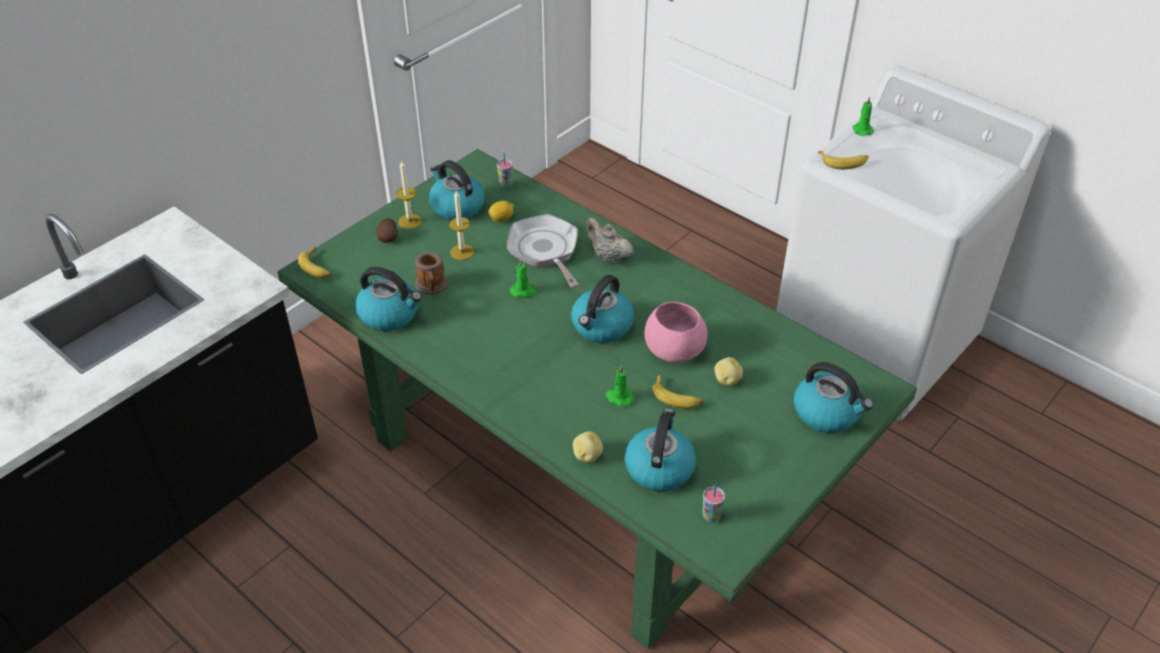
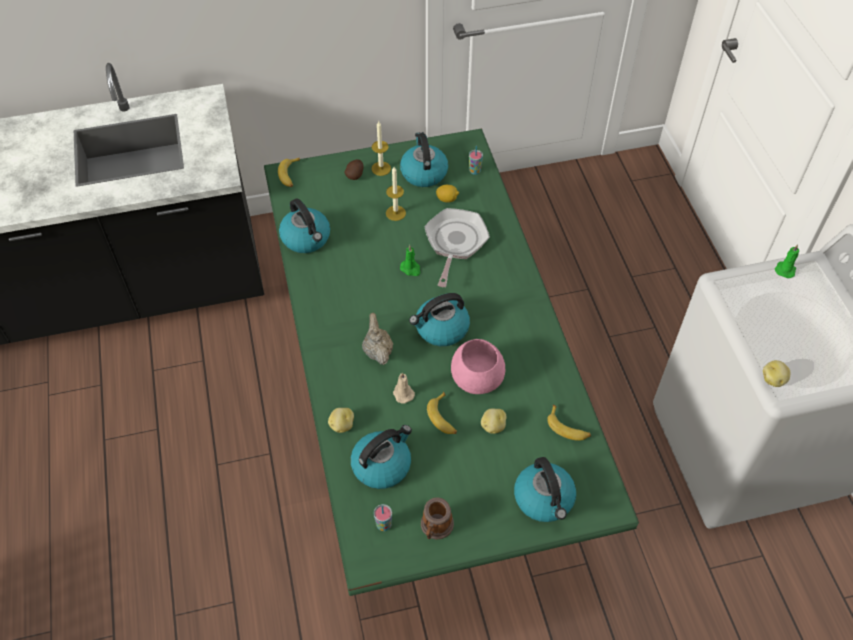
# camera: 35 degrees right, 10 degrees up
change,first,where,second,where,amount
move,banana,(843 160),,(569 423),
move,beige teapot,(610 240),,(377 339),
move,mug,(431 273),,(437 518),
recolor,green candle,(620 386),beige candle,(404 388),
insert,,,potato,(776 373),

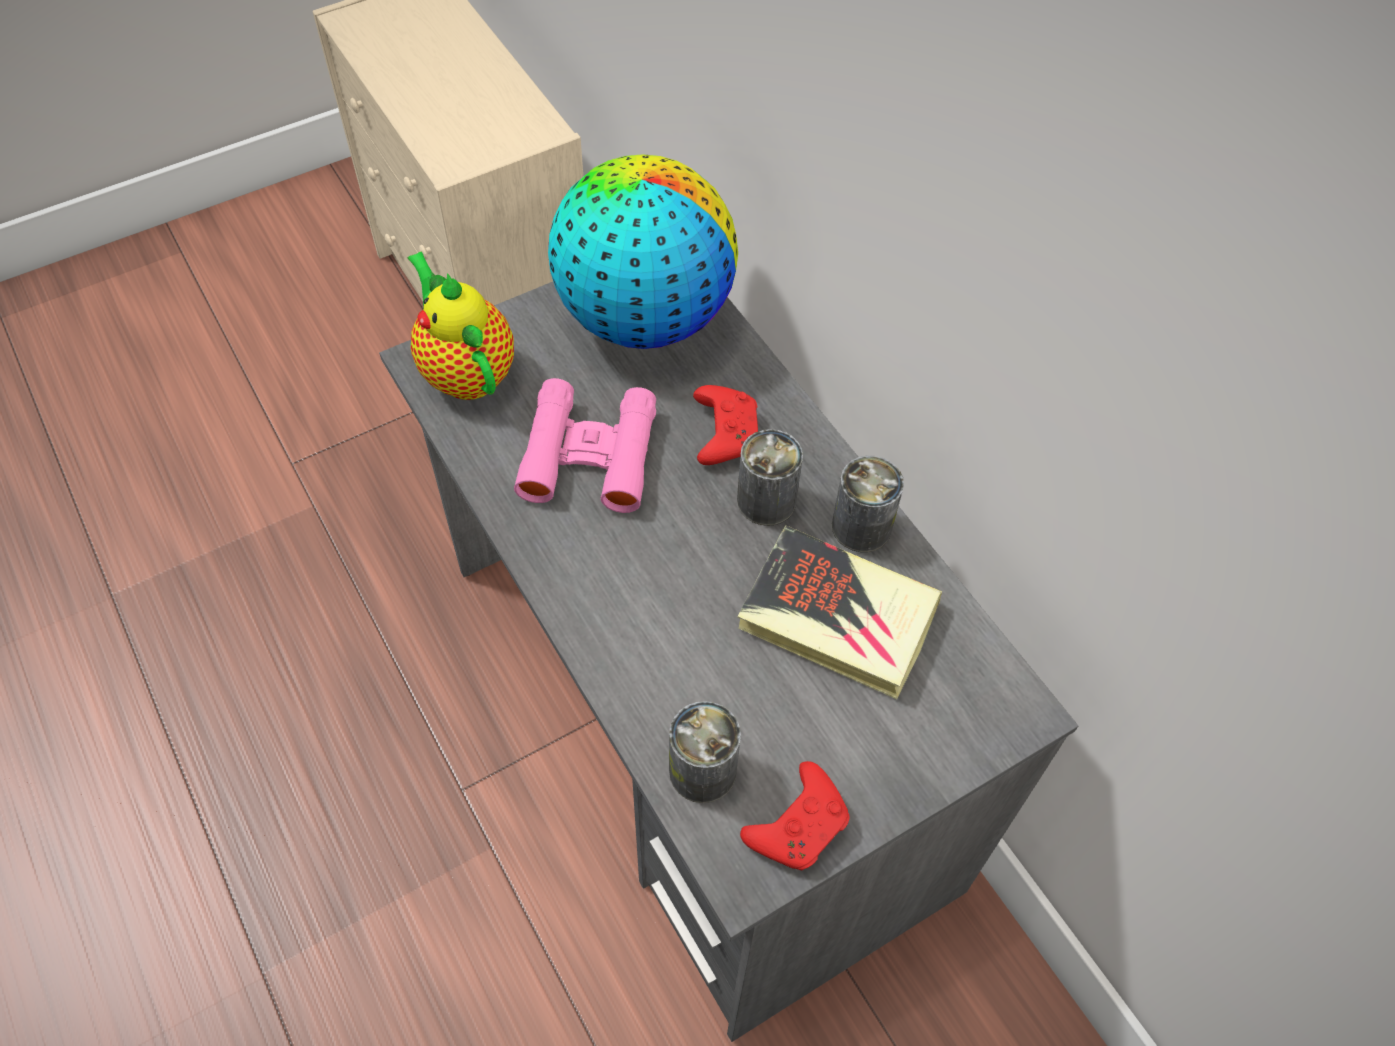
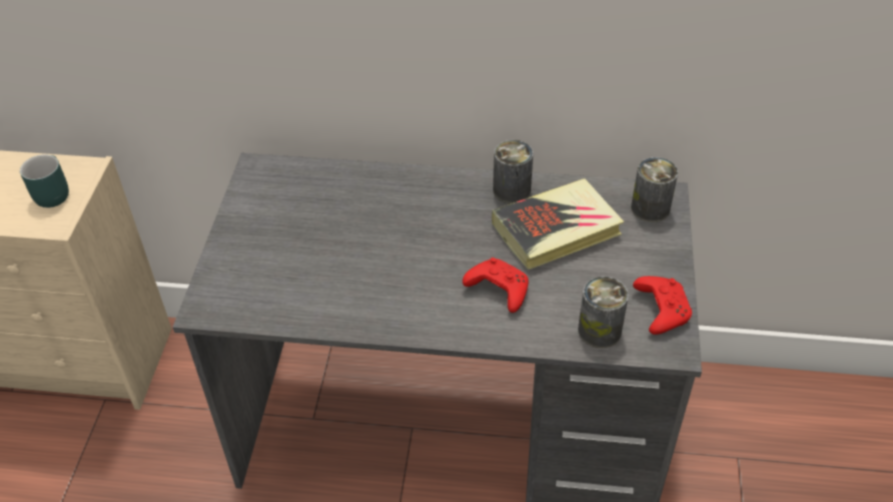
# camera: 50 degrees left, 10 degrees down
change,first,where,second,where,amount
delete,globe,(643 251),,,
delete,teapot,(461 326),,,
delete,pink binoculars,(585 445),,,
move,red game controller,(725 425),,(495 285),
move,can,(770 477),,(654 189),
insert,,,turquoise mug,(44 181),

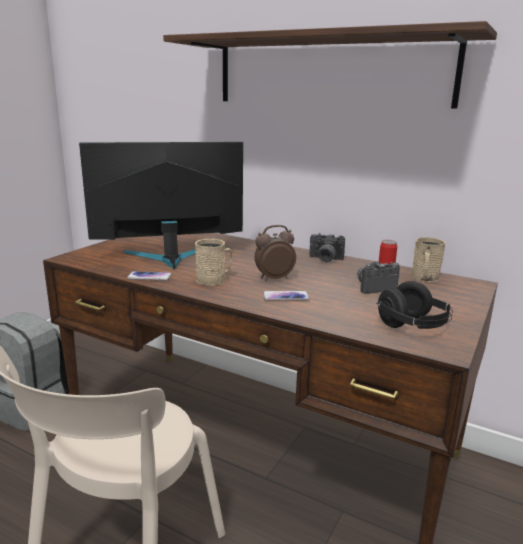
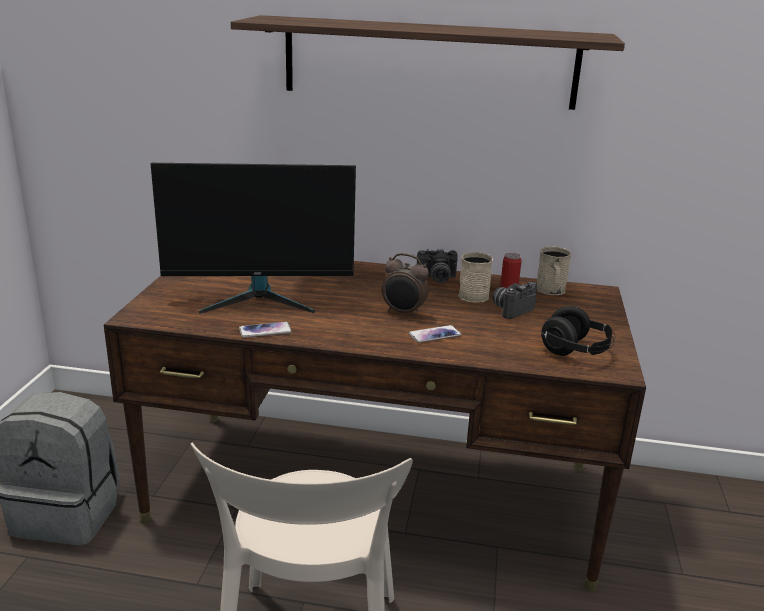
# camera: 20 degrees left, 5 degrees up
change,first,where,second,where,amount
rotate,monitor,(161 205),,(253 238),150 degrees counterclockwise
rotate,alarm clock,(275 253),,(405 285),120 degrees counterclockwise
move,beige mug,(214 262),,(475 277),

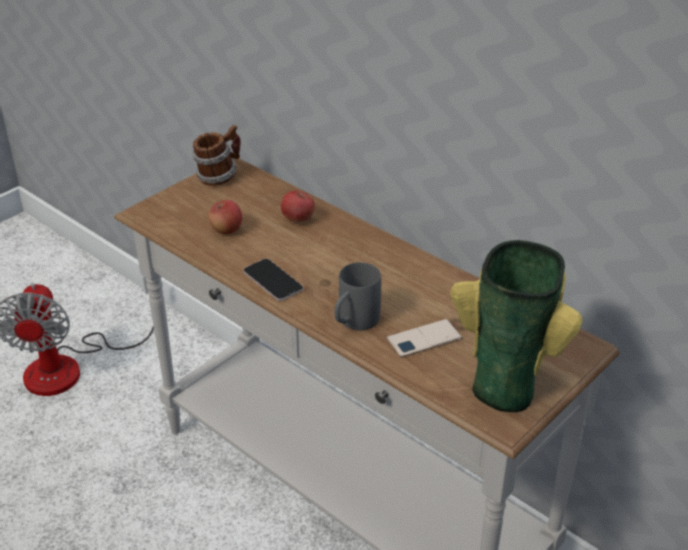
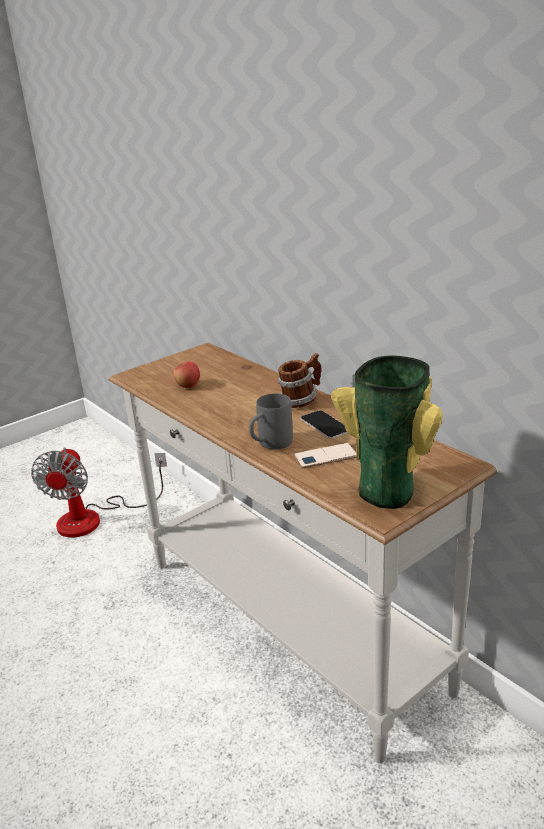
# camera: 10 degrees right, 10 degrees down
change,first,where,second,where,amount
move,mug,(217 155),,(300 380),
delete,apple,(298 206),,,
move,phone,(273 280),,(324 424),

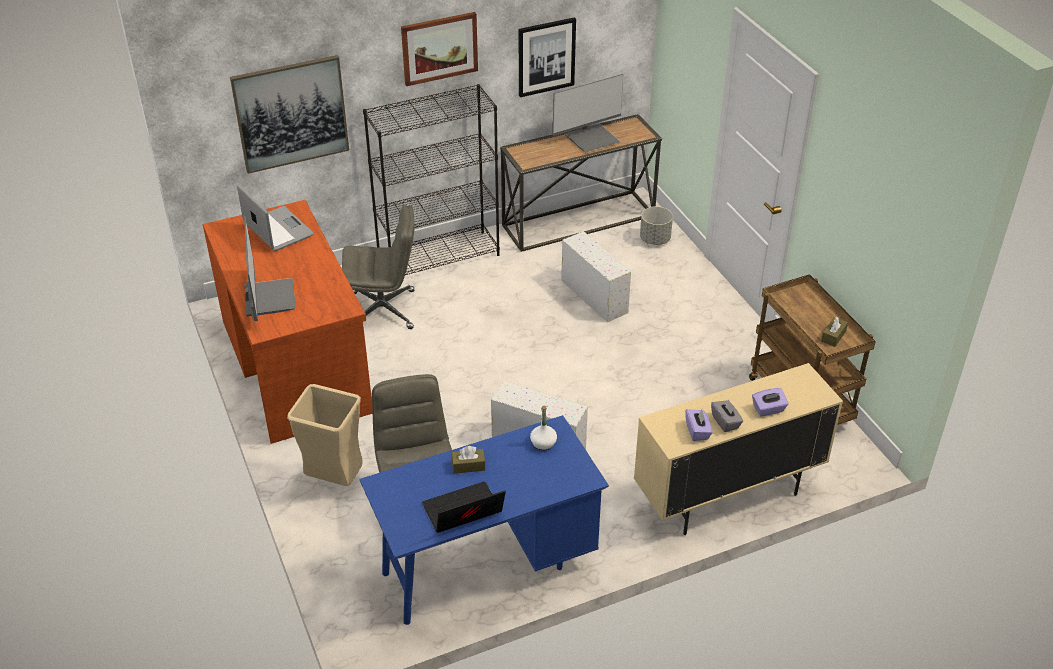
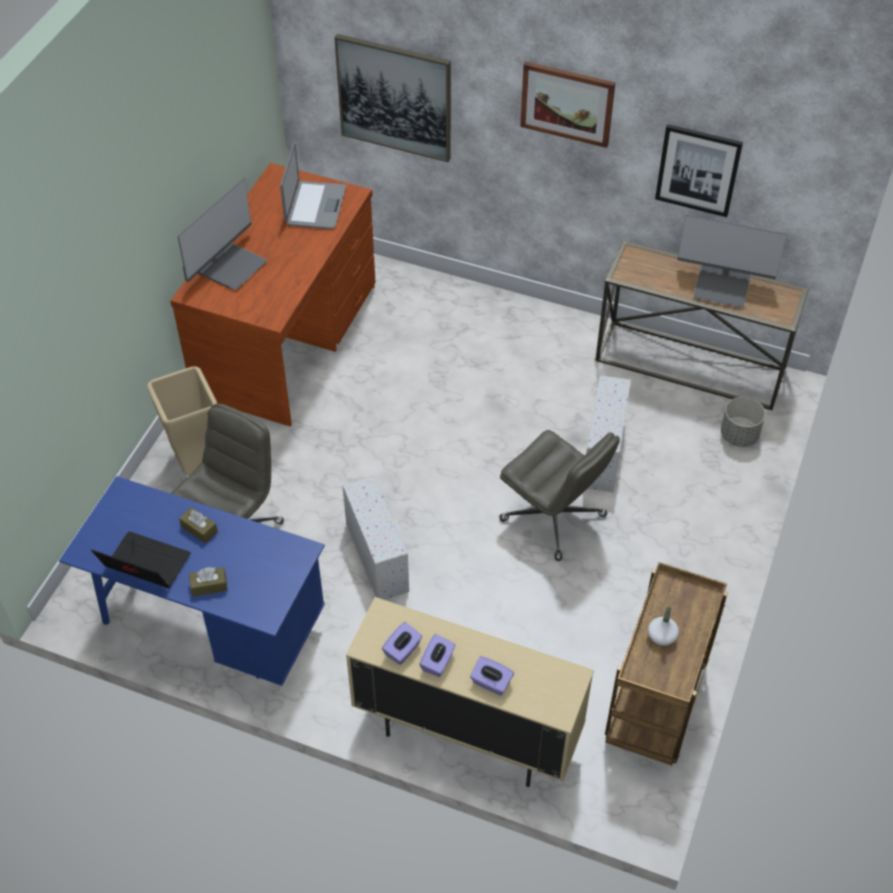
# camera: 45 degrees right, 10 degrees up
change,first,where,second,where,amount
delete,black bookcase,(431 179),,,
move,grey office chair,(378 267),,(559 495),
move,brown tissue box,(834 331),,(208 582),
recolor,grey tissue box,(727 415),purple tissue box,(437 655),
move,white bottle,(543 428),,(663 624),

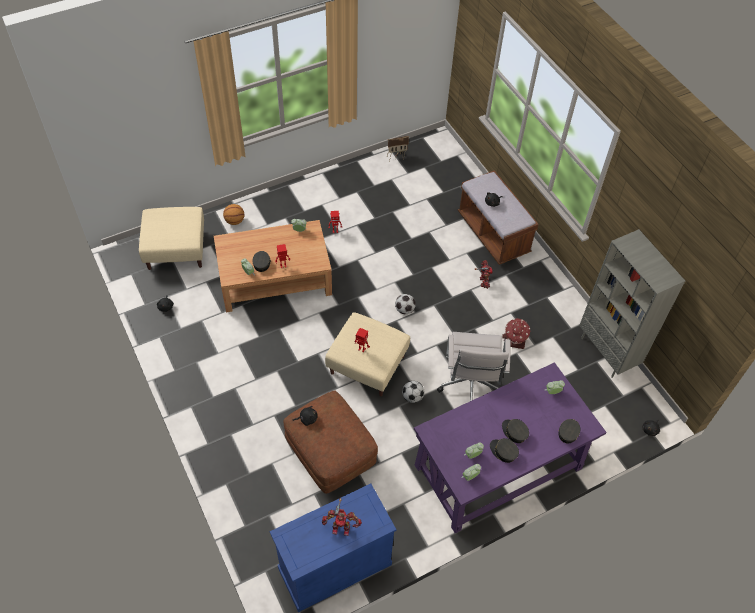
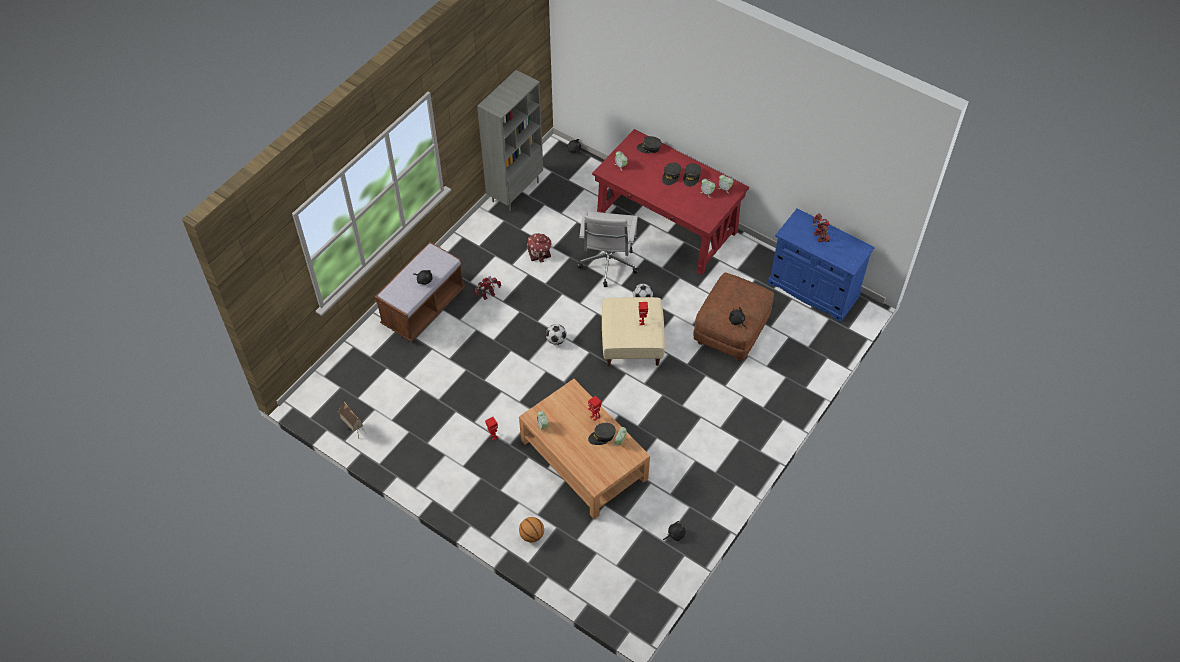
# camera: 115 degrees left, 0 degrees up
change,first,where,second,where,amount
delete,beige ottoman,(171 238),,,
rotate,white office chair,(474 366),,(607 249),120 degrees clockwise
recolor,purple desk,(510 447),red desk,(670 202),

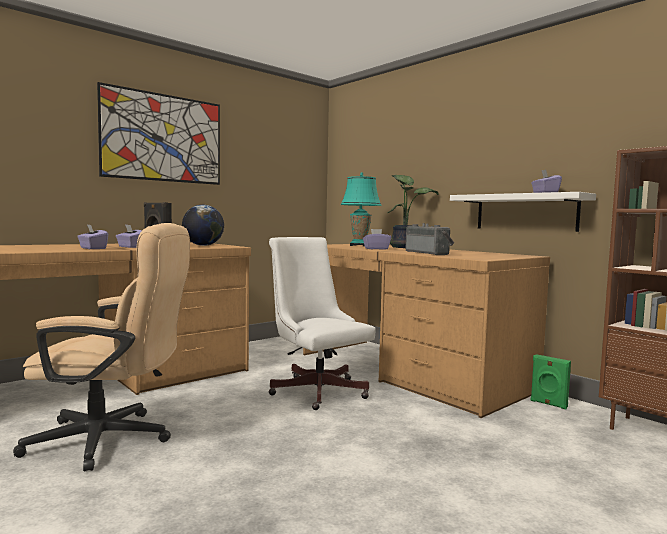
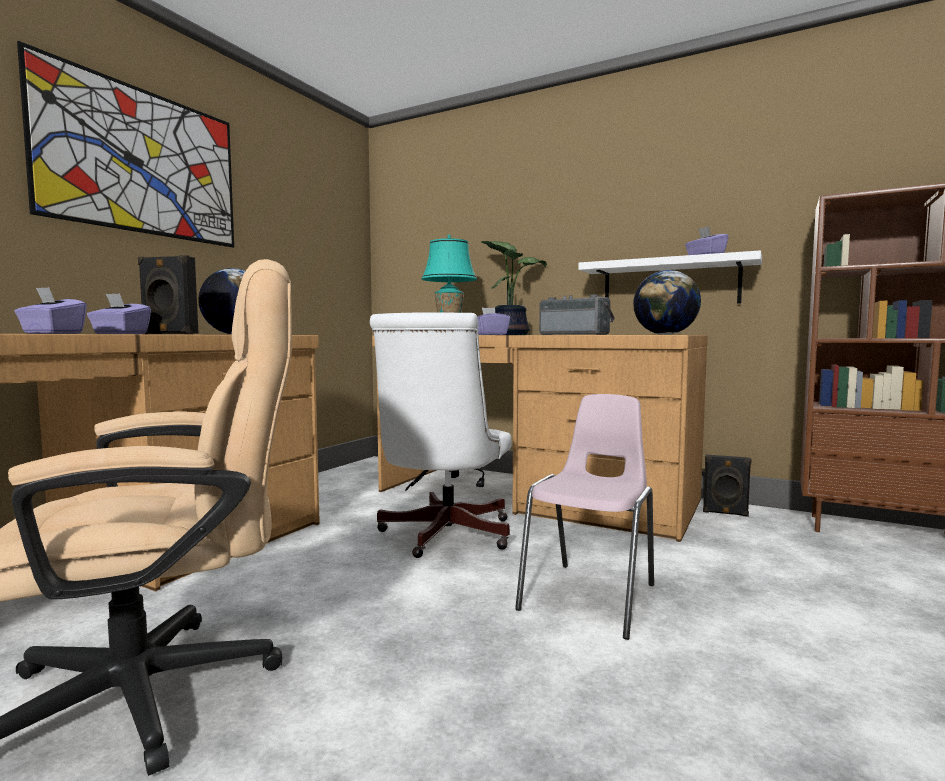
# camera: 20 degrees left, 0 degrees up
change,first,where,second,where,amount
rotate,white office chair,(322 323),,(440 435),105 degrees counterclockwise
recolor,green speaker,(550 381),black speaker,(727 485),
insert,,,globe,(667 302),
insert,,,pink chair,(584 517),

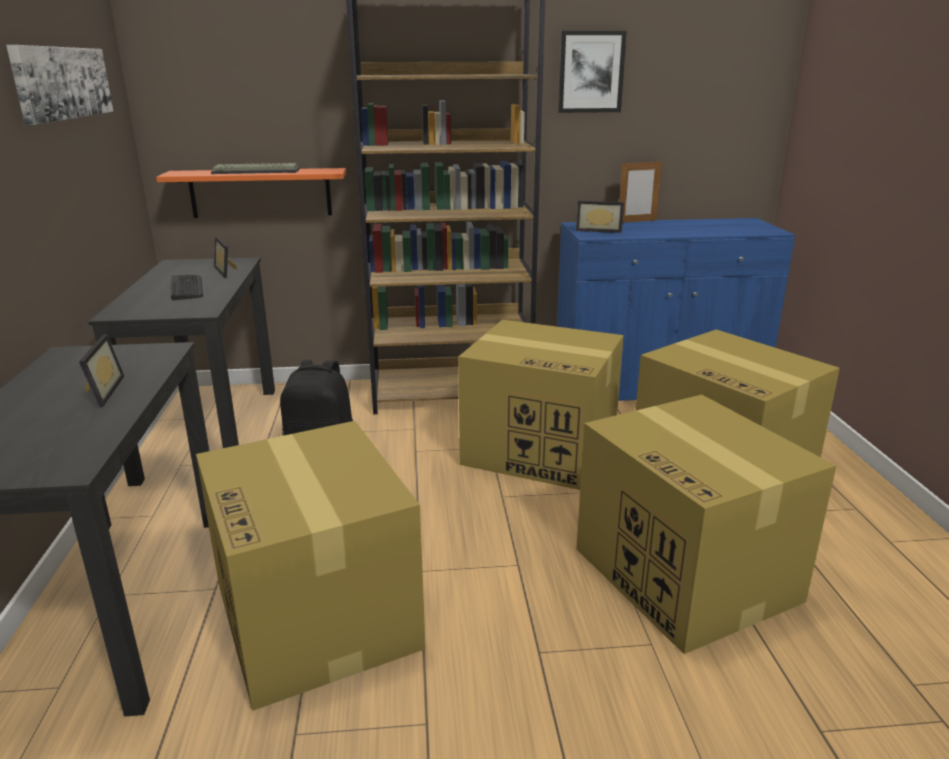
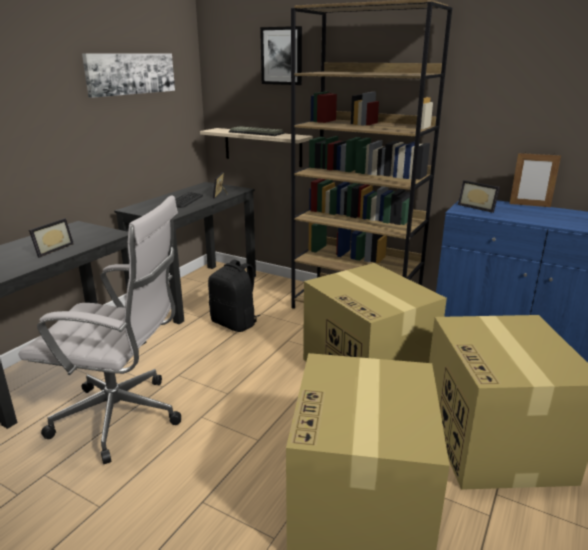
# camera: 35 degrees right, 0 degrees up
change,first,where,second,where,amount
move,picture,(592 72),,(281 55),
recolor,orange shelf,(251 193),beige shelf,(256 147),
replace,cardboard box,(311 566),white office chair,(100 329),

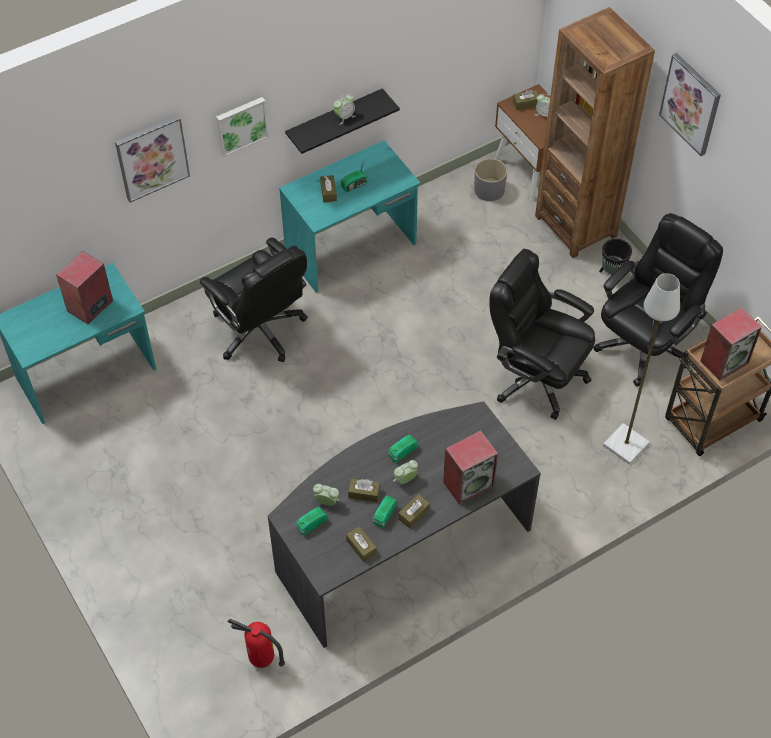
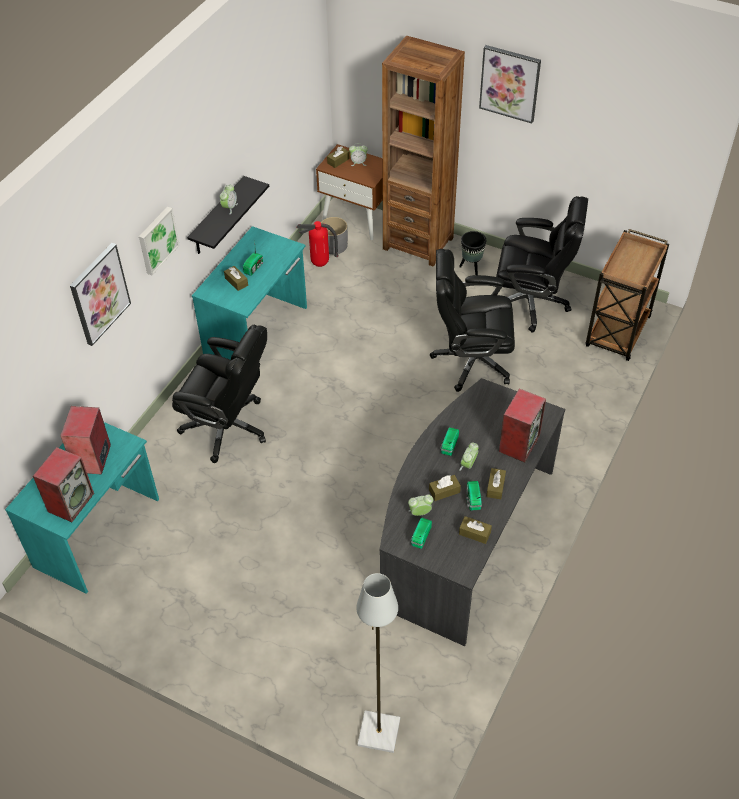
# camera: 30 degrees left, 5 degrees down
change,first,where,second,where,amount
rotate,black office chair,(658 299),,(542 264),90 degrees clockwise
move,grey floor lamp,(641 369),,(378 663),
move,speaker,(731 344),,(63 484),
move,fire extinguisher,(256 643),,(318 244),

